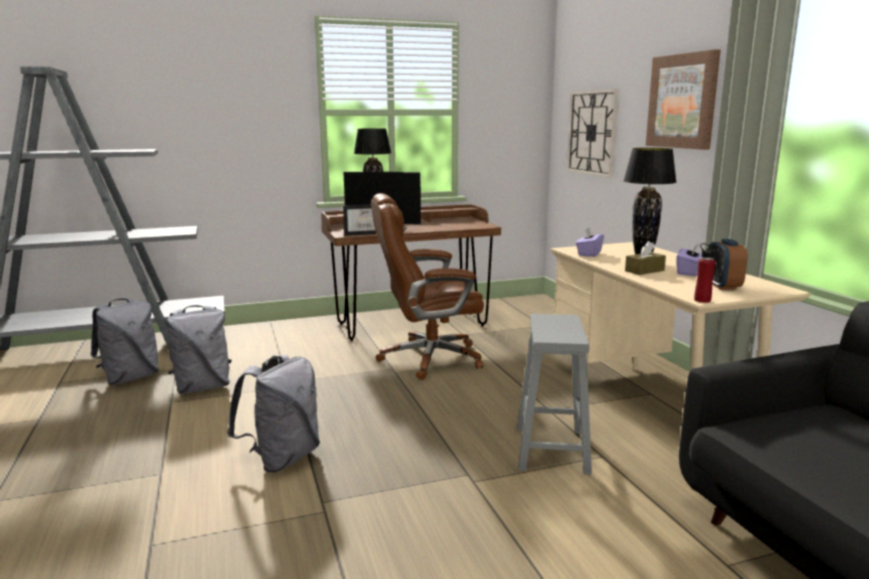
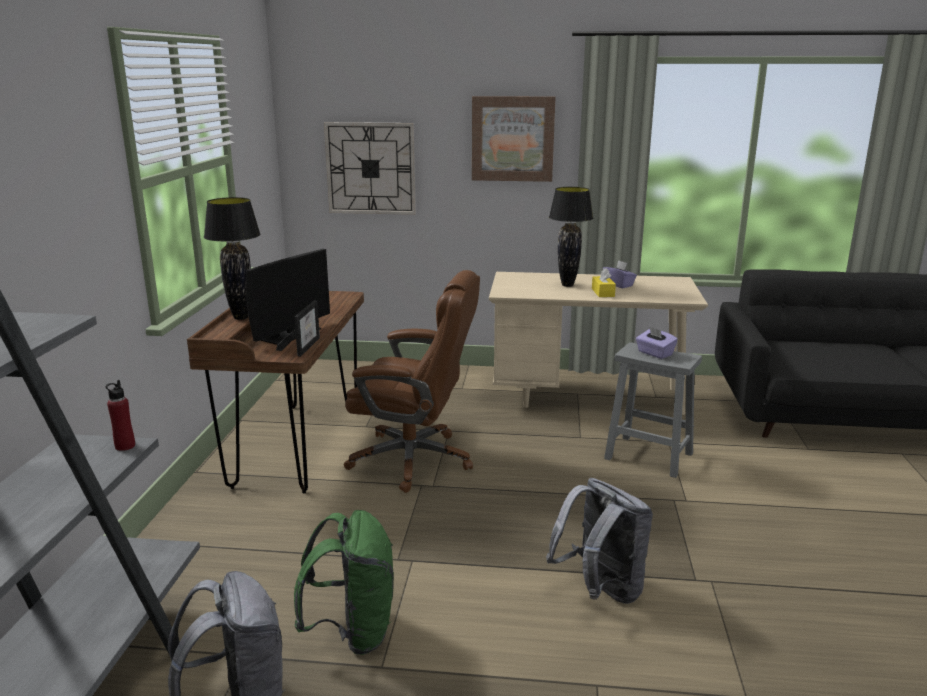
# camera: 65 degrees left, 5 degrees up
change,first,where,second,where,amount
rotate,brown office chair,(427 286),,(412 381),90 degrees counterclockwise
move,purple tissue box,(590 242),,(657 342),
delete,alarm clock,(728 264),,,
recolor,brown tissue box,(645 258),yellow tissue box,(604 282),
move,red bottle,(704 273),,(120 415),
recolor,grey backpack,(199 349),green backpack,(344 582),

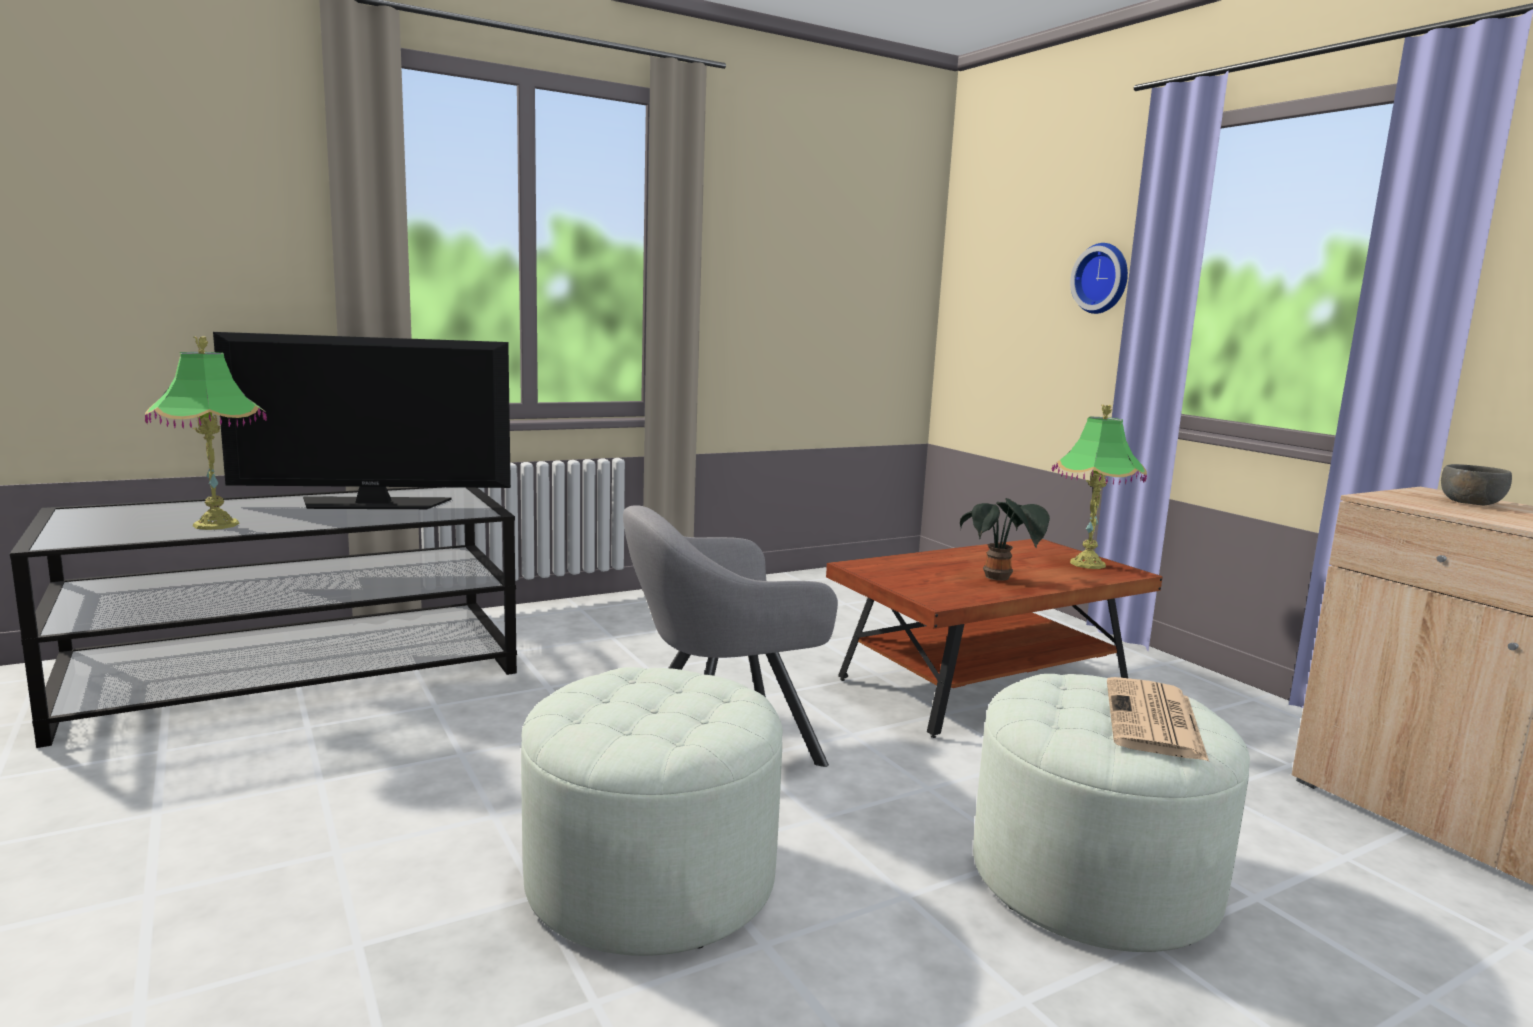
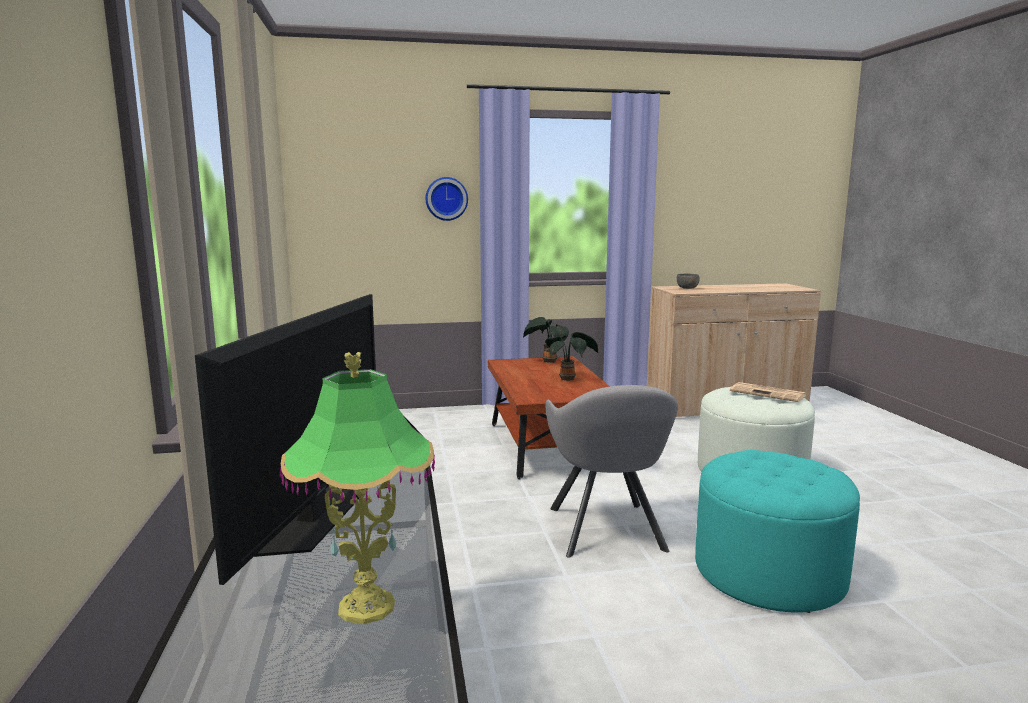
# camera: 70 degrees left, 0 degrees up
change,first,where,second,where,amount
replace,table lamp,(1099 487),potted plant,(546 340),
recolor,white ottoman,(652 811),turquoise ottoman,(777 531),

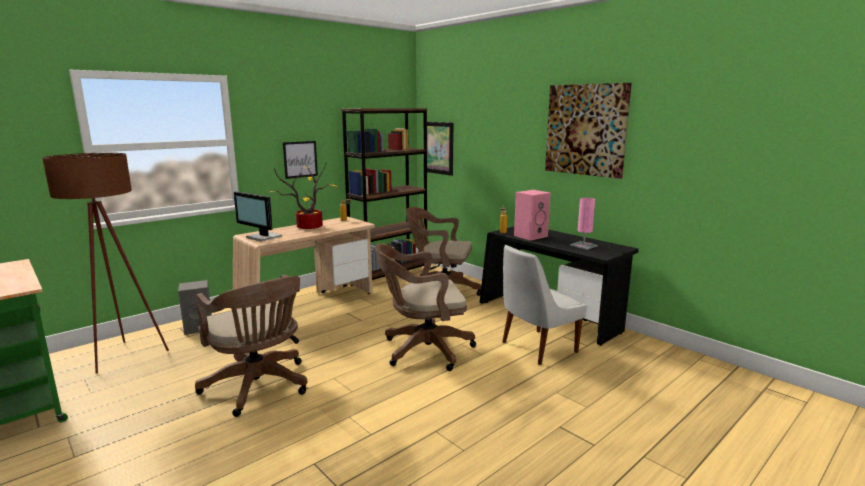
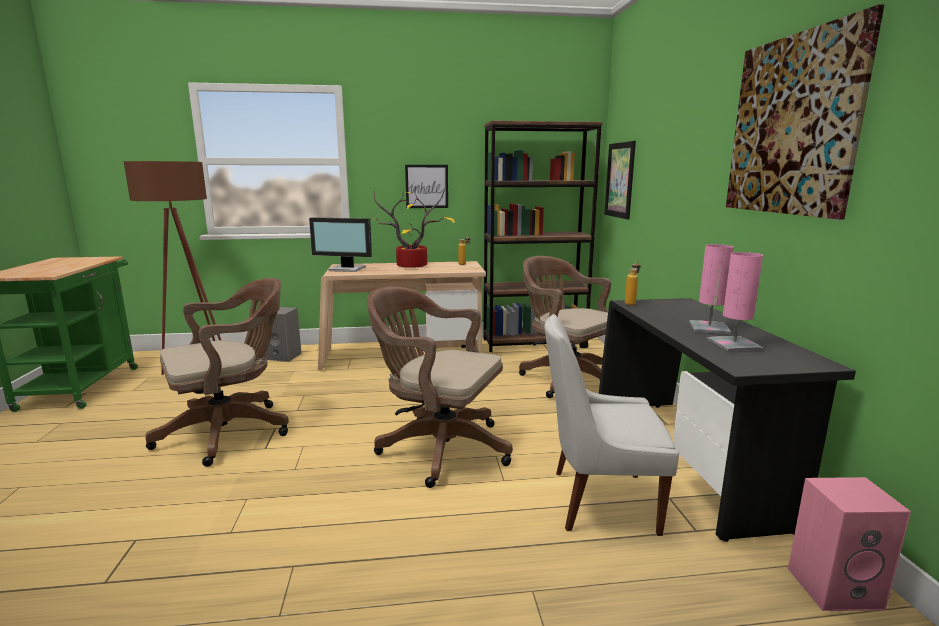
# camera: 35 degrees right, 0 degrees up
change,first,where,second,where,amount
move,pink speaker,(532 215),,(849 544),
rotate,monitor,(258 216),,(340 244),60 degrees counterclockwise
rotate,brown office chair,(251 346),,(217 372),120 degrees counterclockwise
insert,,,pink table lamp,(711 289),

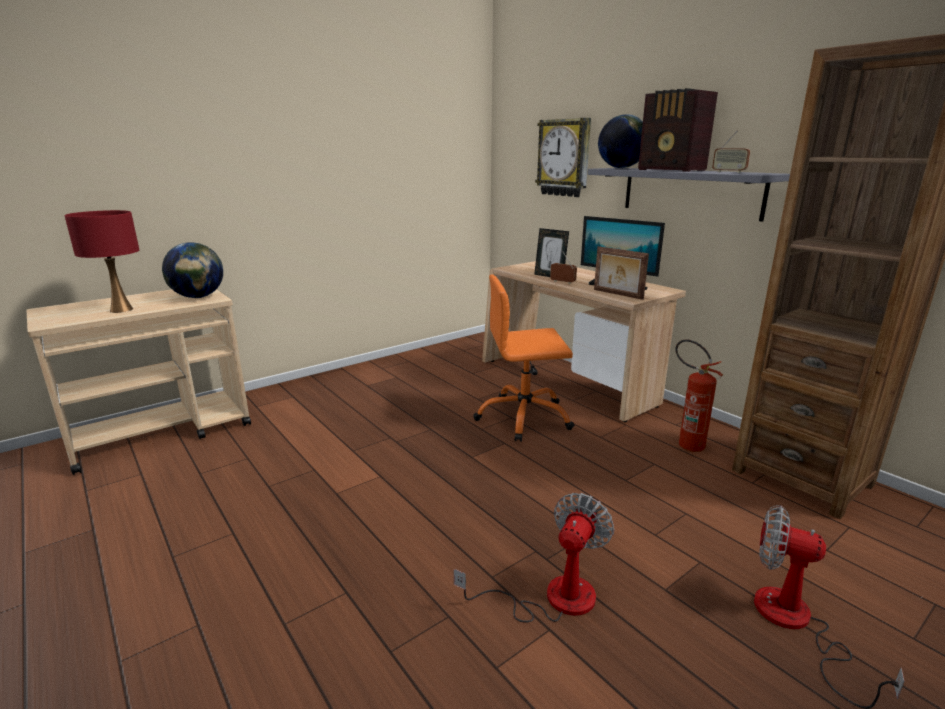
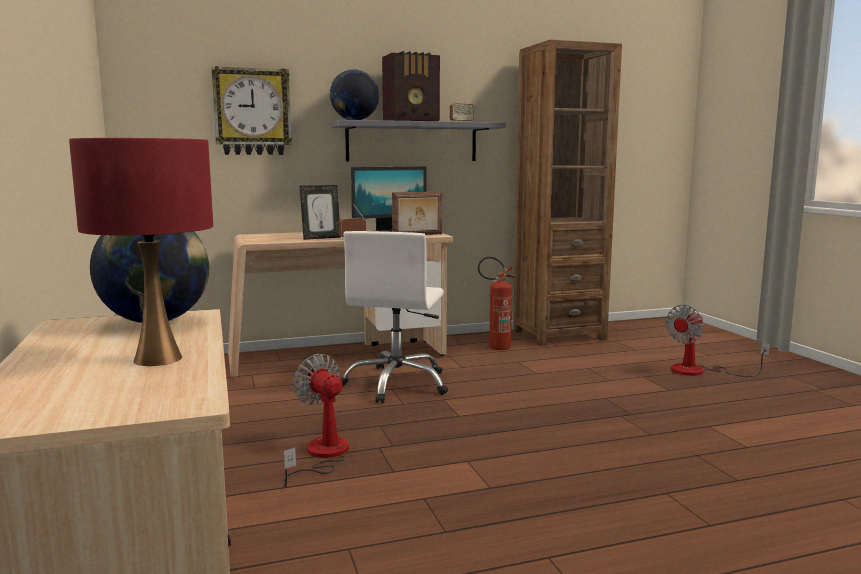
# camera: 70 degrees left, 10 degrees down
change,first,where,second,where,amount
recolor,orange office chair,(523 358),white office chair,(394 317),
move,fan,(534 557),,(316 421),

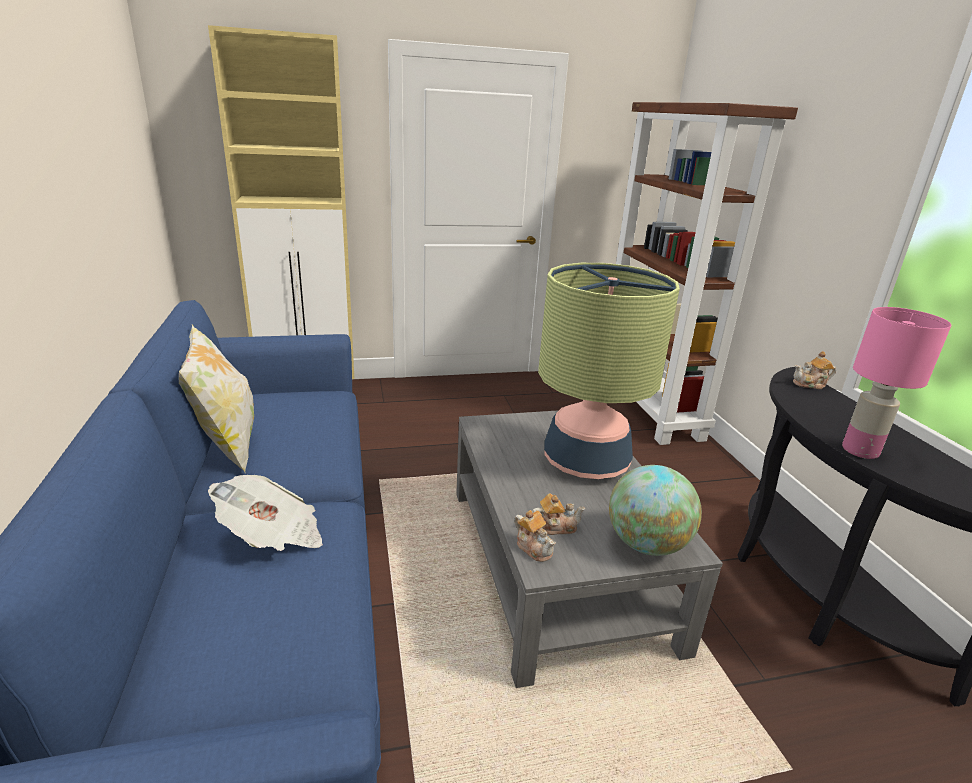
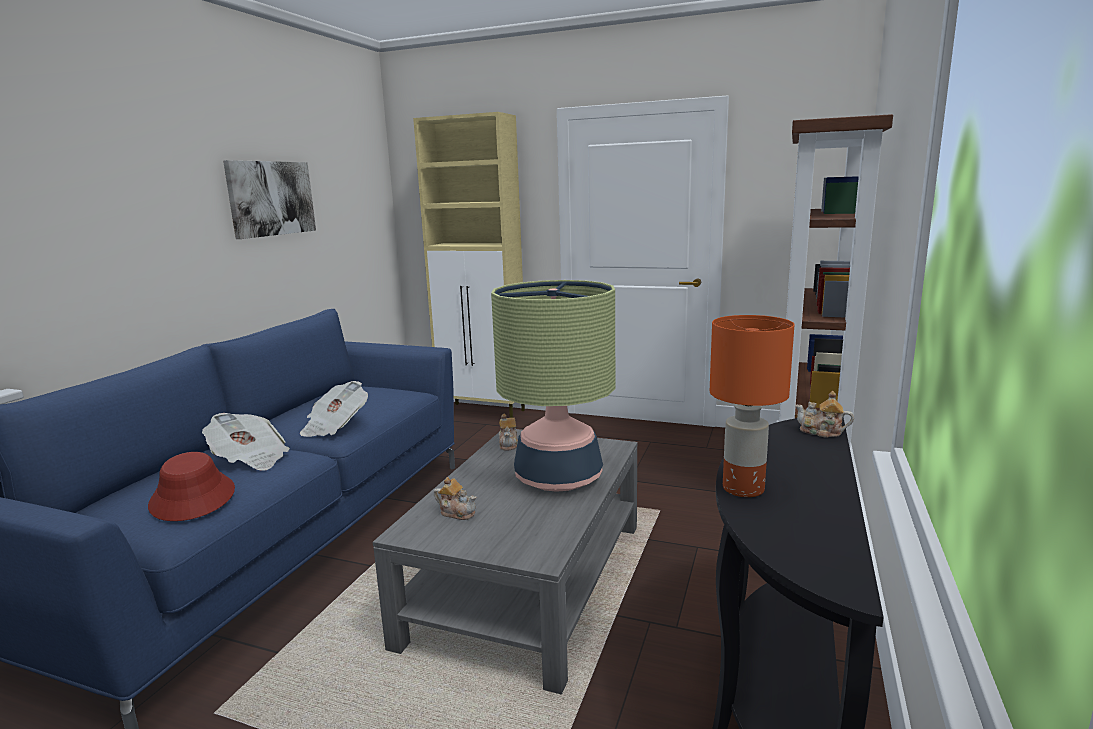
# camera: 35 degrees right, 10 degrees down
change,first,where,second,where,amount
recolor,pink table lamp,(897 383),orange table lamp,(752 406),
delete,pillow,(216 399),,,
delete,globe,(655 510),,,
move,teapot,(535 536),,(508 432),
insert,,,picture,(269 199),
insert,,,newspaper,(334 409),
insert,,,red hat,(191 486),

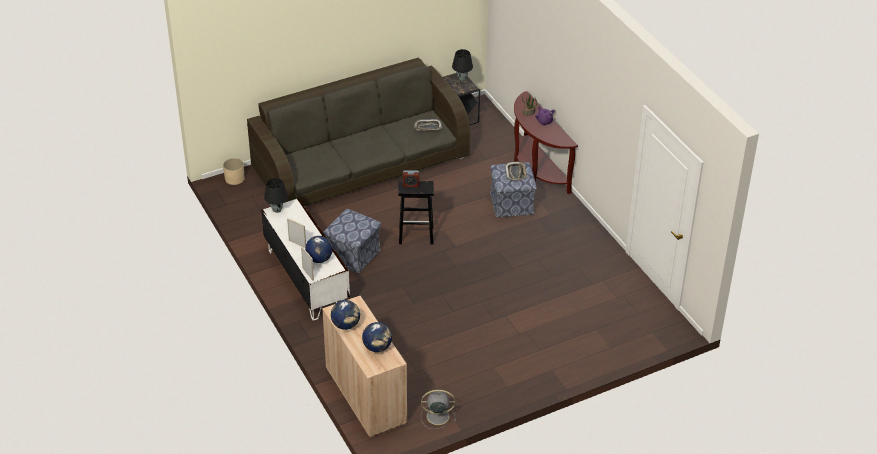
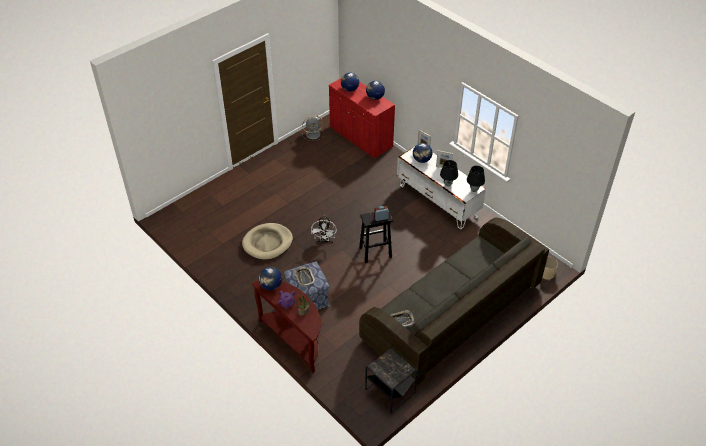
# camera: 165 degrees right, 5 degrees up
change,first,where,second,where,amount
move,black table lamp,(462 65),,(449 173),
delete,ottoman,(352 241),,,
recolor,beige cabinet,(364 367),red cabinet,(362 118),
insert,,,white fan,(324 230),
insert,,,beige dog bed,(267 241),
insert,,,globe,(270 278),

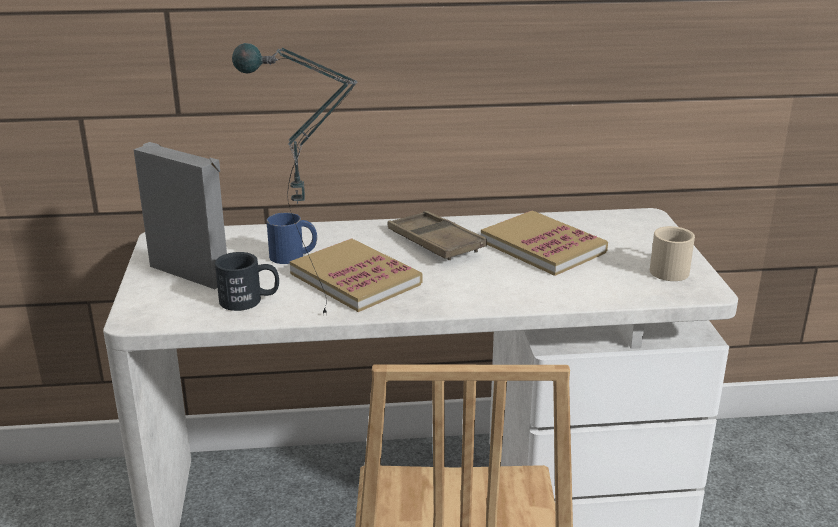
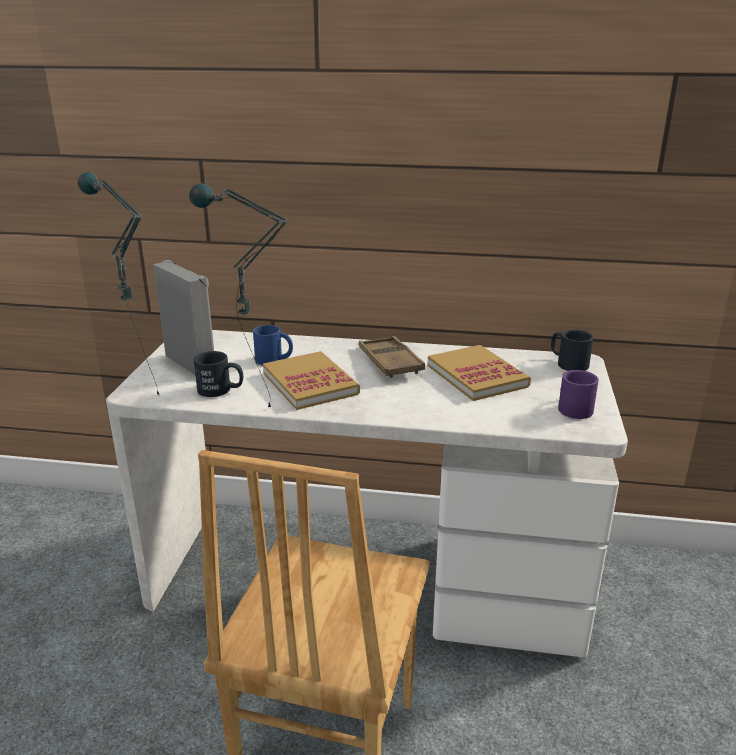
# camera: 15 degrees right, 0 degrees up
change,first,where,second,where,amount
recolor,beige mug,(672 253),purple mug,(578 394),
insert,,,table lamp,(118 283),
insert,,,black mug,(572 350),

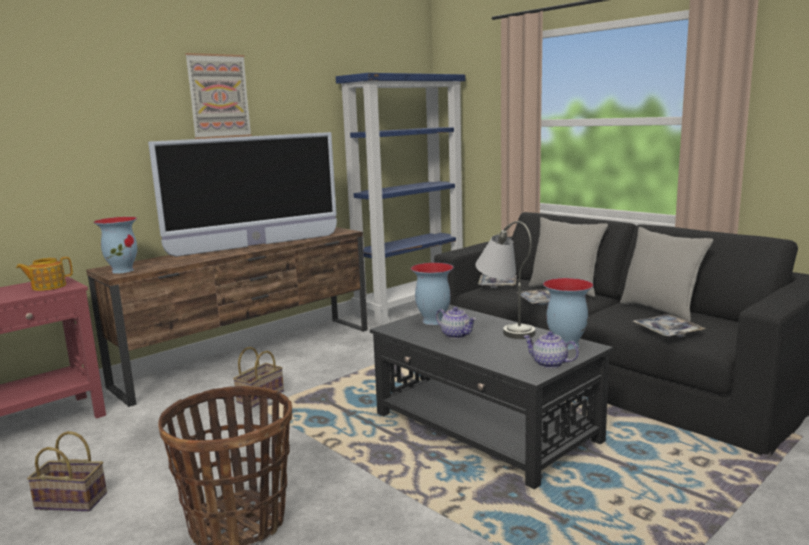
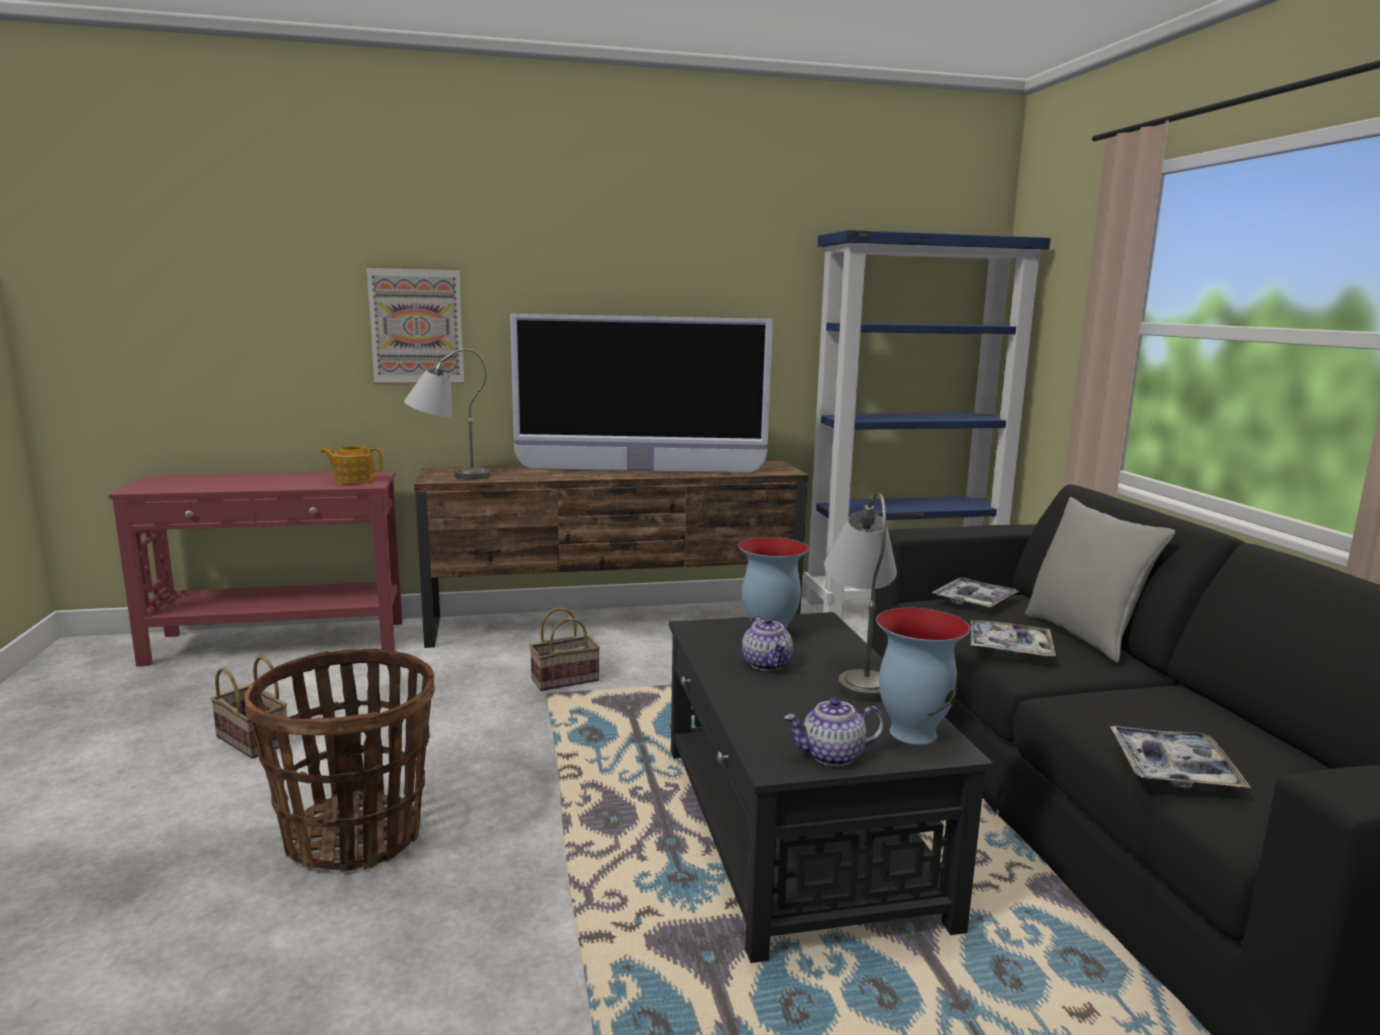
# camera: 30 degrees right, 0 degrees up
change,first,where,second,where,amount
move,picture,(218 96),,(415 324),
replace,vase,(115 245),grey table lamp,(447 414),
delete,grey pillow,(666 274),,,
rotate,teapot,(551 349),,(834 732),75 degrees counterclockwise

